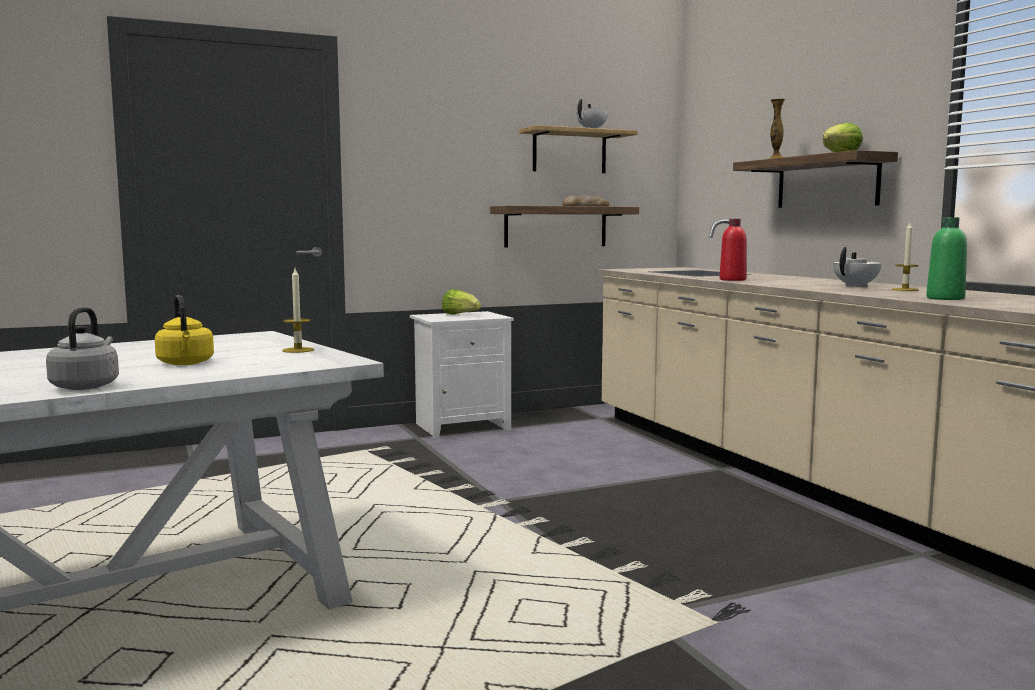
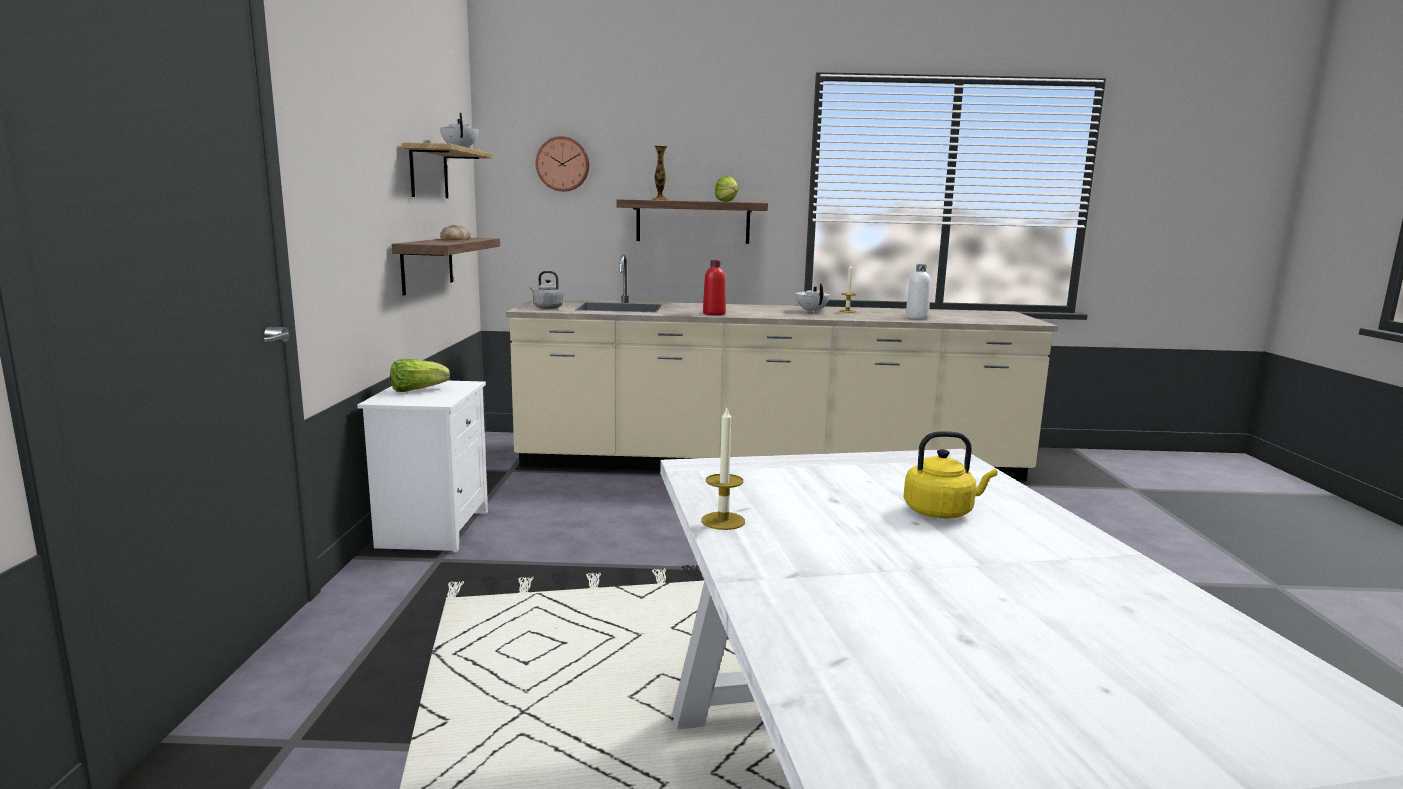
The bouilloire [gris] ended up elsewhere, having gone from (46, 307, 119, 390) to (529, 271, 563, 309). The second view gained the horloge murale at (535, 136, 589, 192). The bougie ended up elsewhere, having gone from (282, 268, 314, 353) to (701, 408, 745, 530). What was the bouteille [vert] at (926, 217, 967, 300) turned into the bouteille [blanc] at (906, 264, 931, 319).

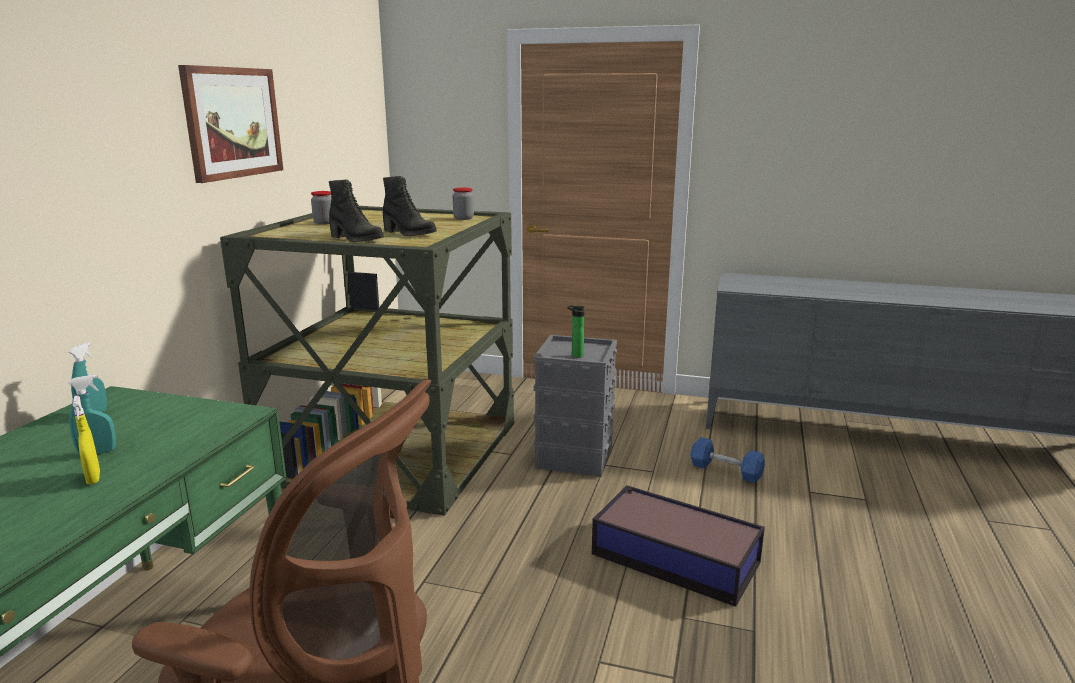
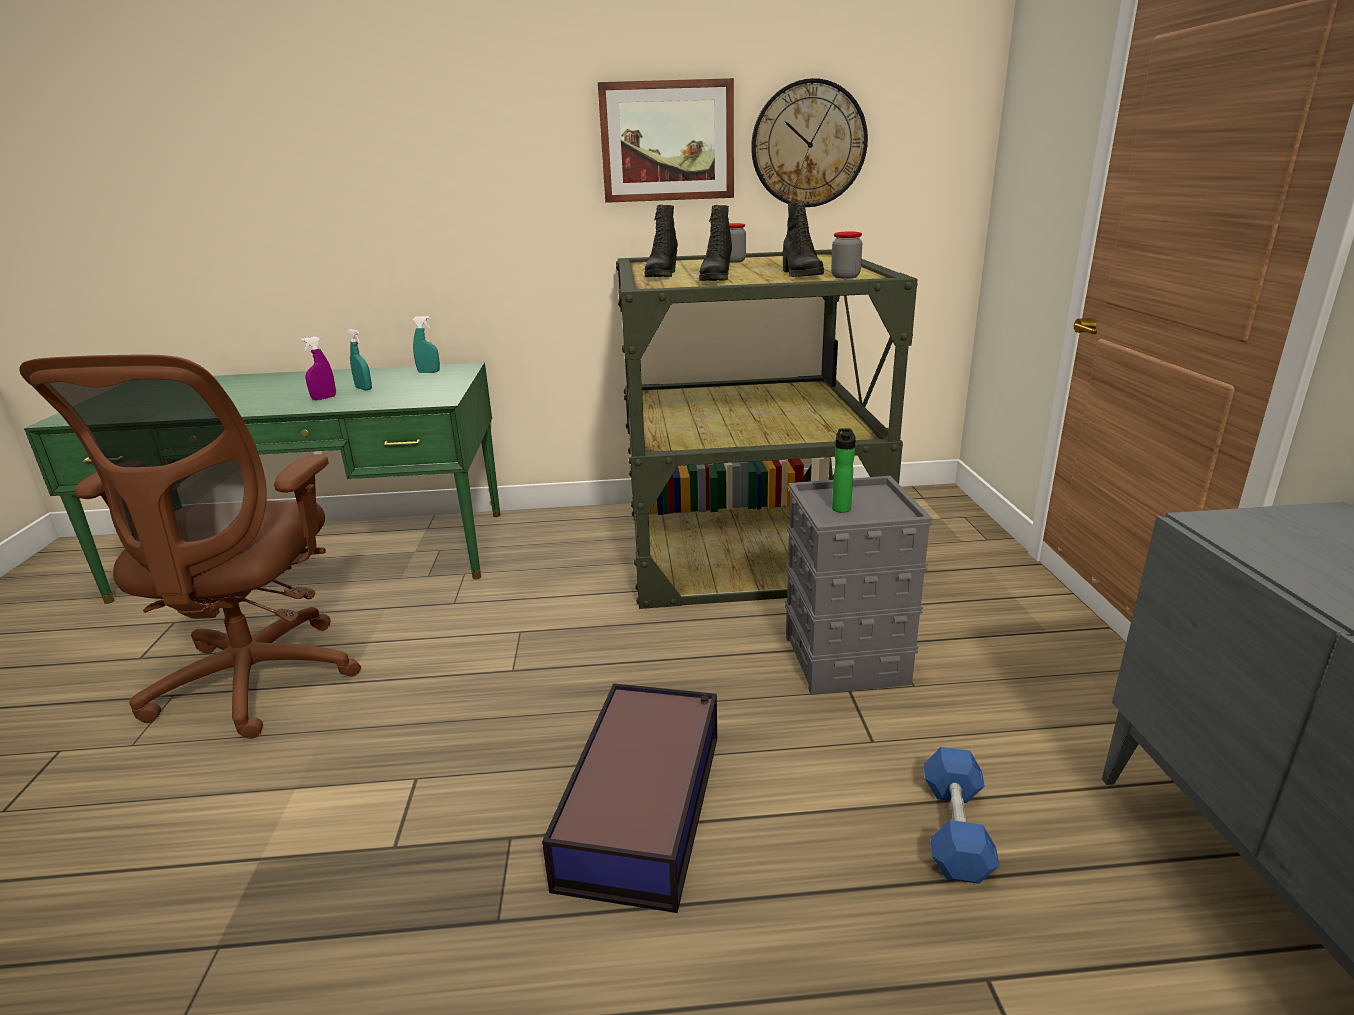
What was the vaporisateur [jaune] at (72, 395, 100, 484) turned into the vaporisateur [violet] at (300, 336, 336, 400). The second view gained the horloge murale at (751, 78, 868, 207). The second view gained the botte [noir] at (783, 201, 824, 277).

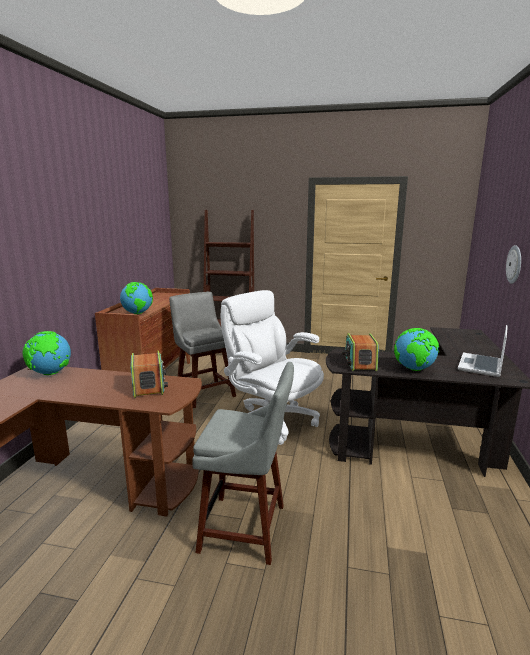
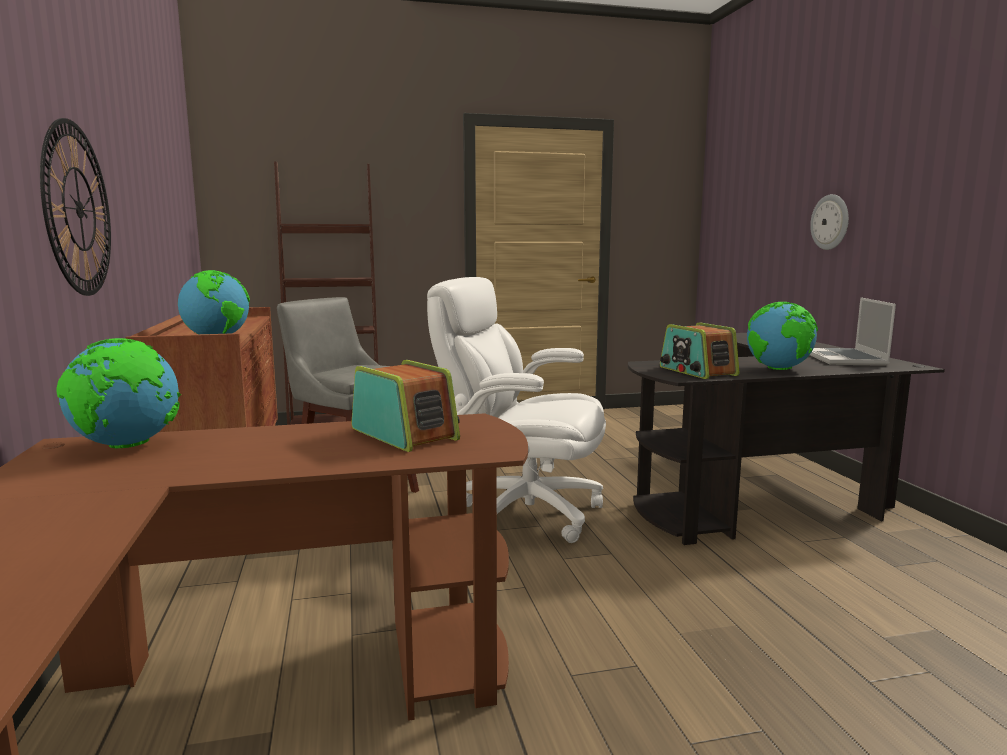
The second view gained the horloge murale at (40, 118, 111, 296). The second view lost the chaise [gris] at (192, 362, 294, 565).

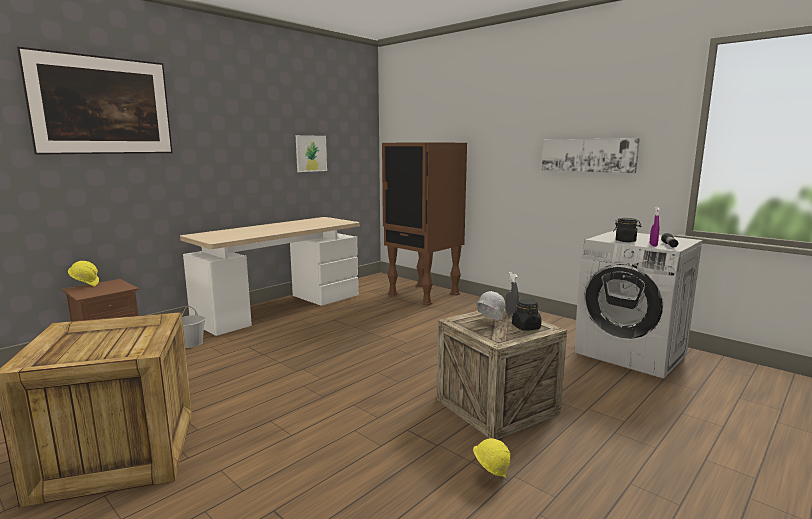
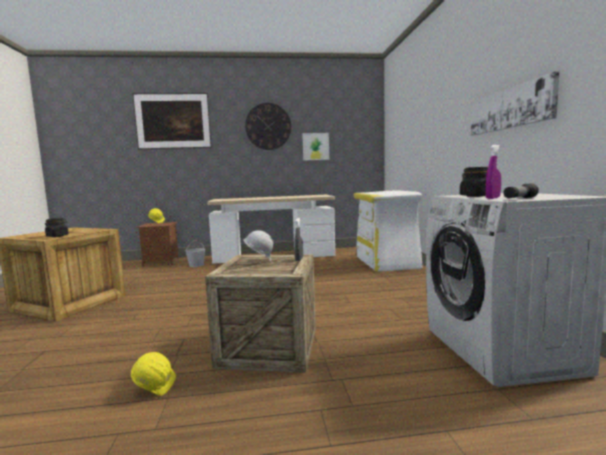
The bocal [noir] ended up elsewhere, having gone from (512, 299, 541, 331) to (45, 218, 69, 237). The second view gained the horloge murale at (245, 103, 291, 150). Where the meuble de rangement [marron] stood at (382, 142, 467, 305), the table de chevet [blanc] came to stand at (353, 190, 422, 272).

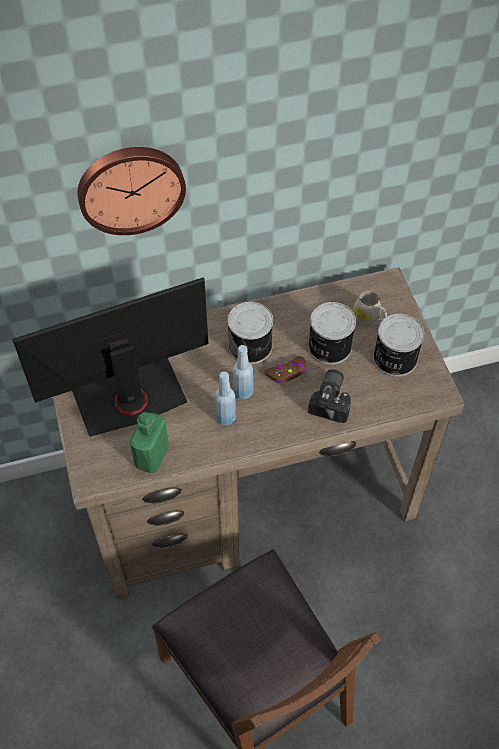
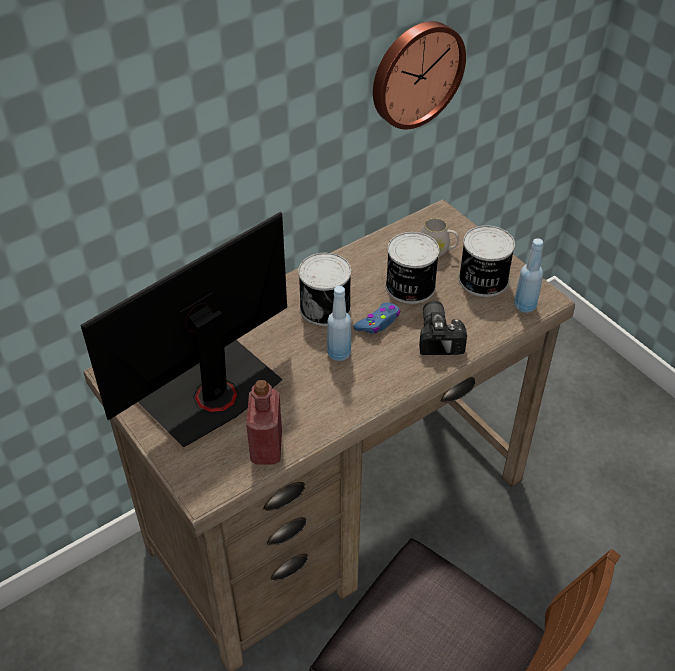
What was the bouteille [vert] at (129, 412, 169, 473) turned into the bouteille [rouge] at (246, 380, 282, 465). What was the manette [marron] at (264, 356, 307, 383) turned into the manette [bleu] at (353, 302, 400, 334). The horloge murale ended up elsewhere, having gone from (77, 147, 186, 235) to (373, 21, 466, 129). The bouteille [bleu] ended up elsewhere, having gone from (215, 371, 236, 425) to (514, 238, 543, 313).

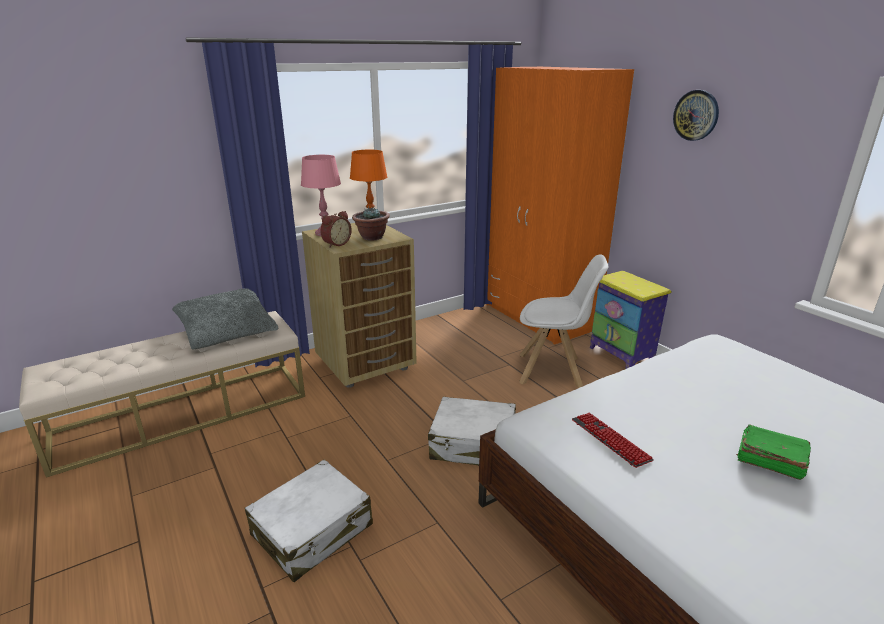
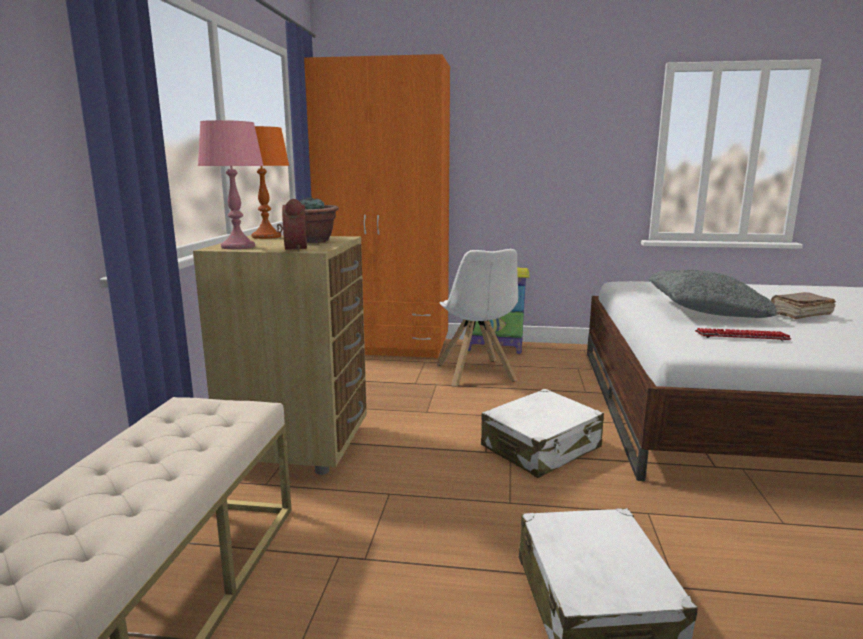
The chaise [blanc] at (519, 254, 609, 388) ended up facing another way, 120 degrees clockwise from before. The coussin [gris] ended up elsewhere, having gone from (172, 289, 279, 350) to (648, 270, 777, 318). What was the livre [vert] at (736, 425, 811, 480) turned into the livre [marron] at (771, 292, 836, 319). The second view lost the horloge murale at (673, 90, 719, 141).

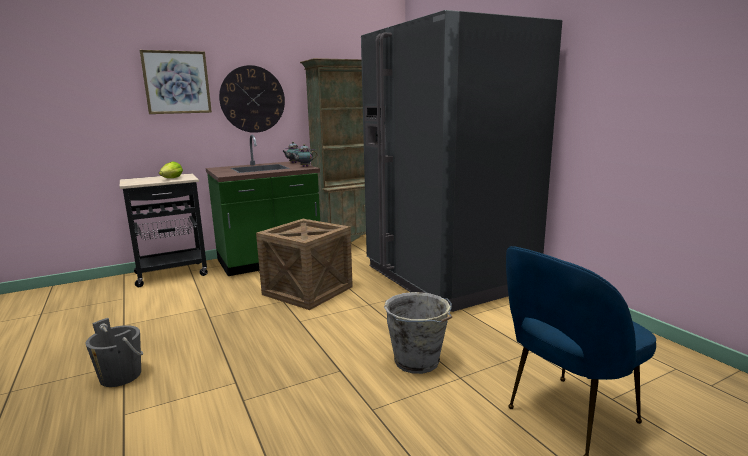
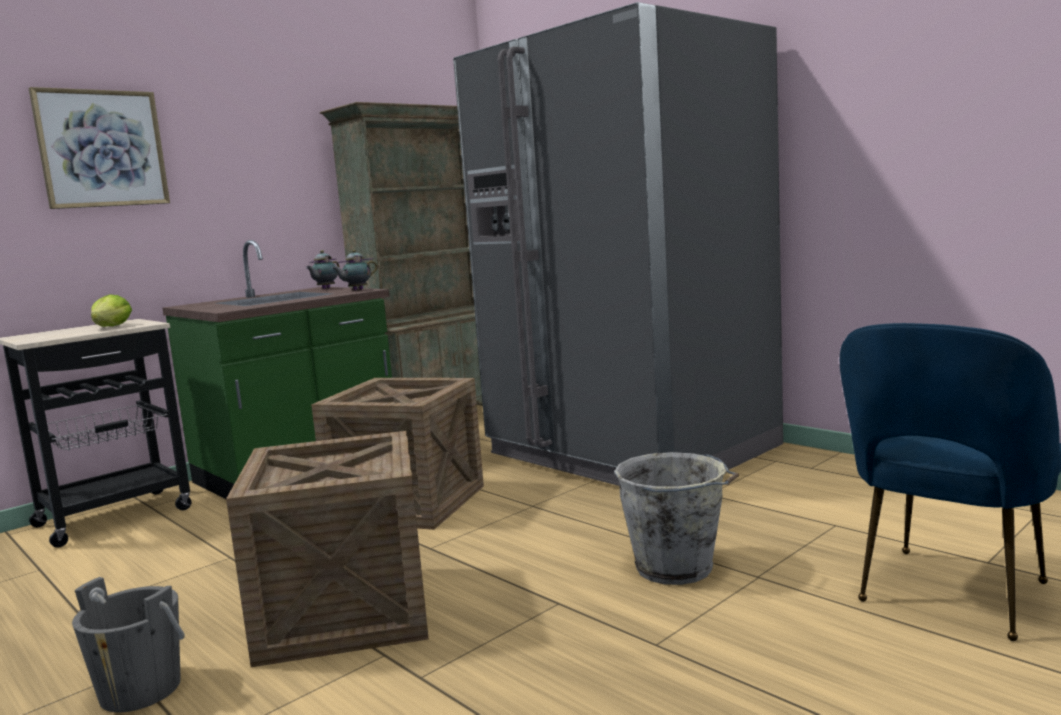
The second view gained the caisse at (226, 431, 429, 667). The second view lost the horloge murale at (219, 65, 285, 133).

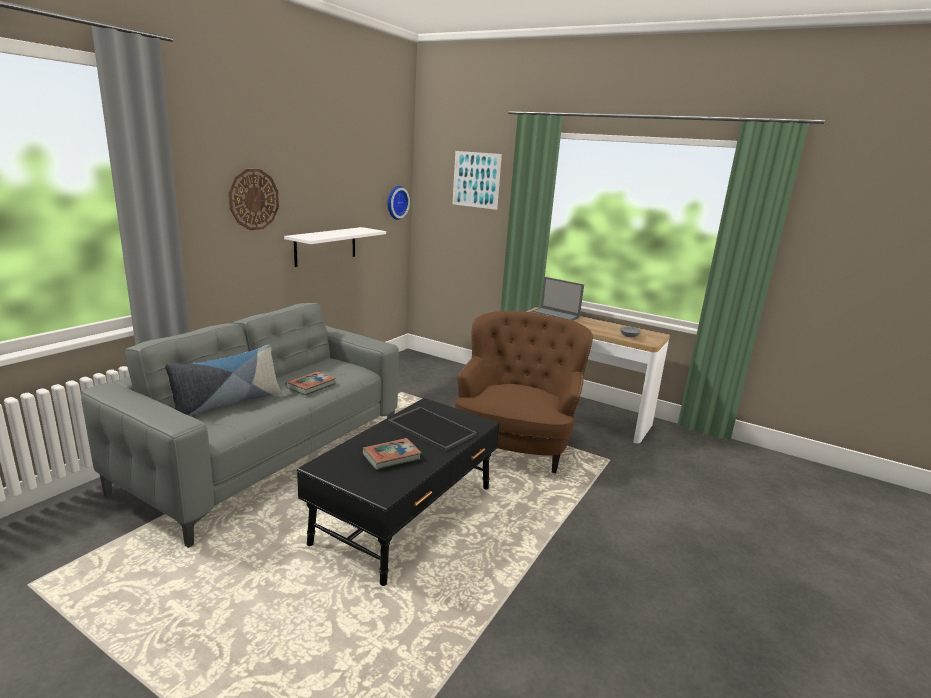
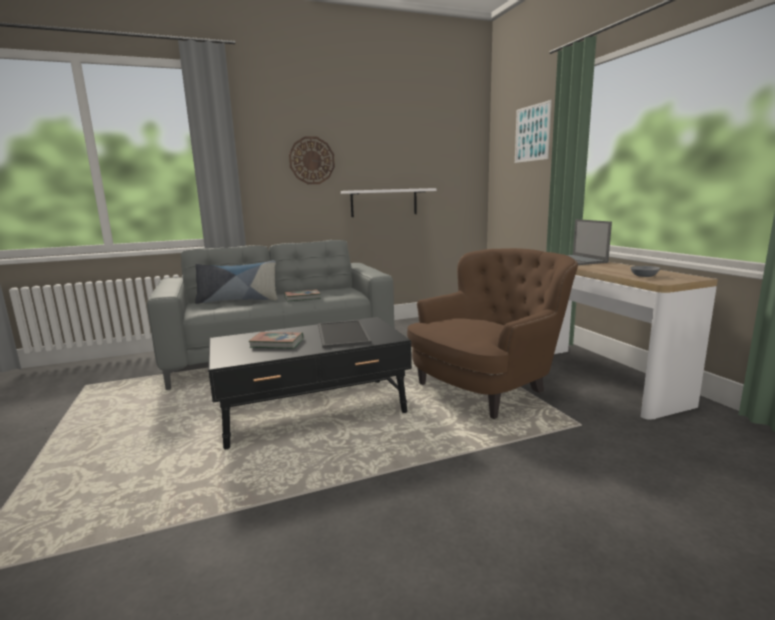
The second view lost the horloge murale at (387, 186, 410, 220).

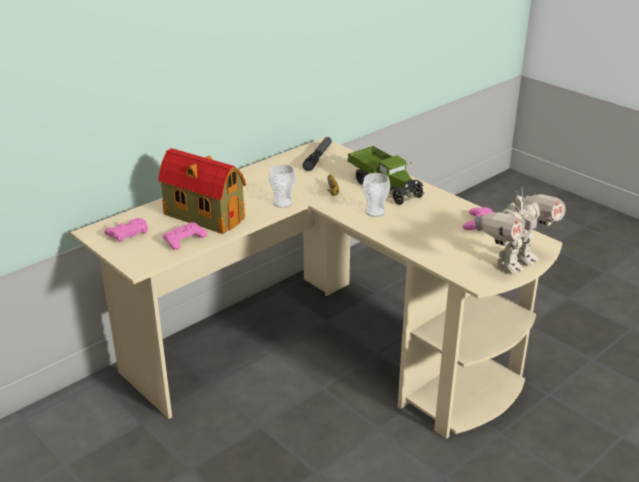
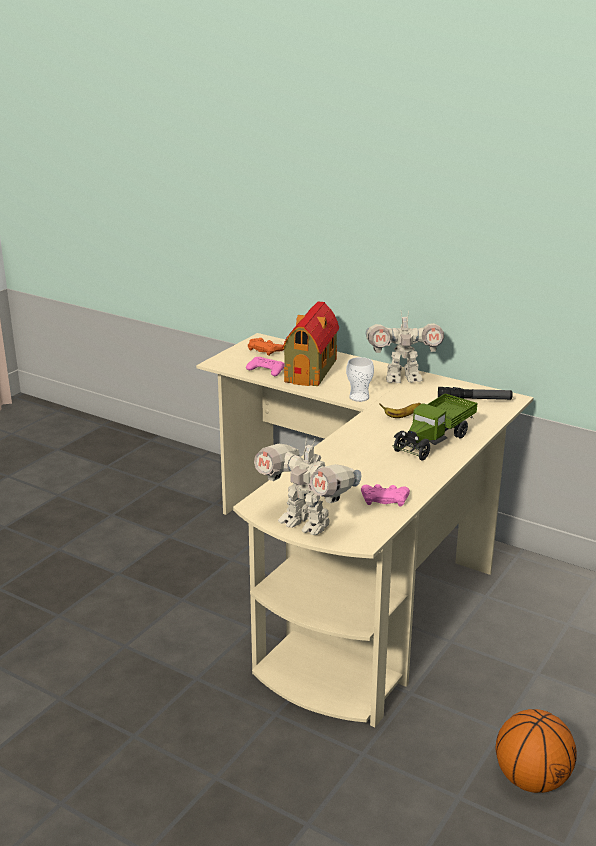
What was the manette [rose] at (104, 218, 148, 242) turned into the manette [orange] at (248, 338, 284, 356). The second view gained the robot jouet at (365, 310, 444, 383). The second view gained the ballon de basket at (496, 709, 577, 793). The second view lost the tasse at (363, 173, 390, 217).

